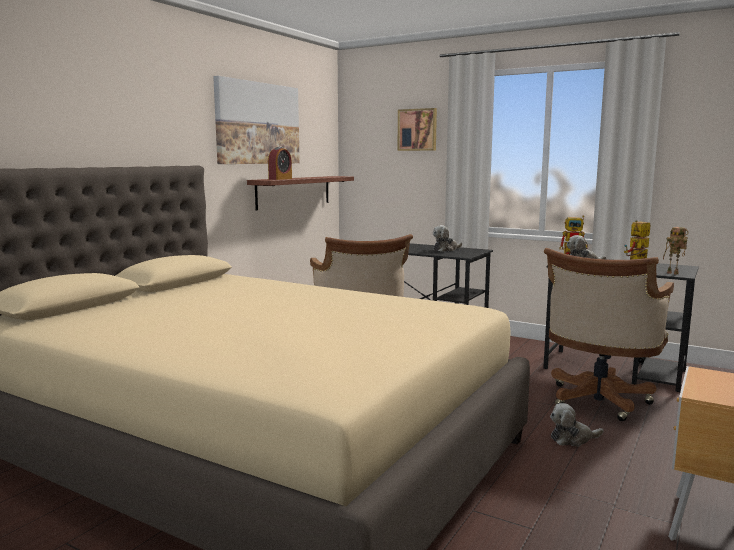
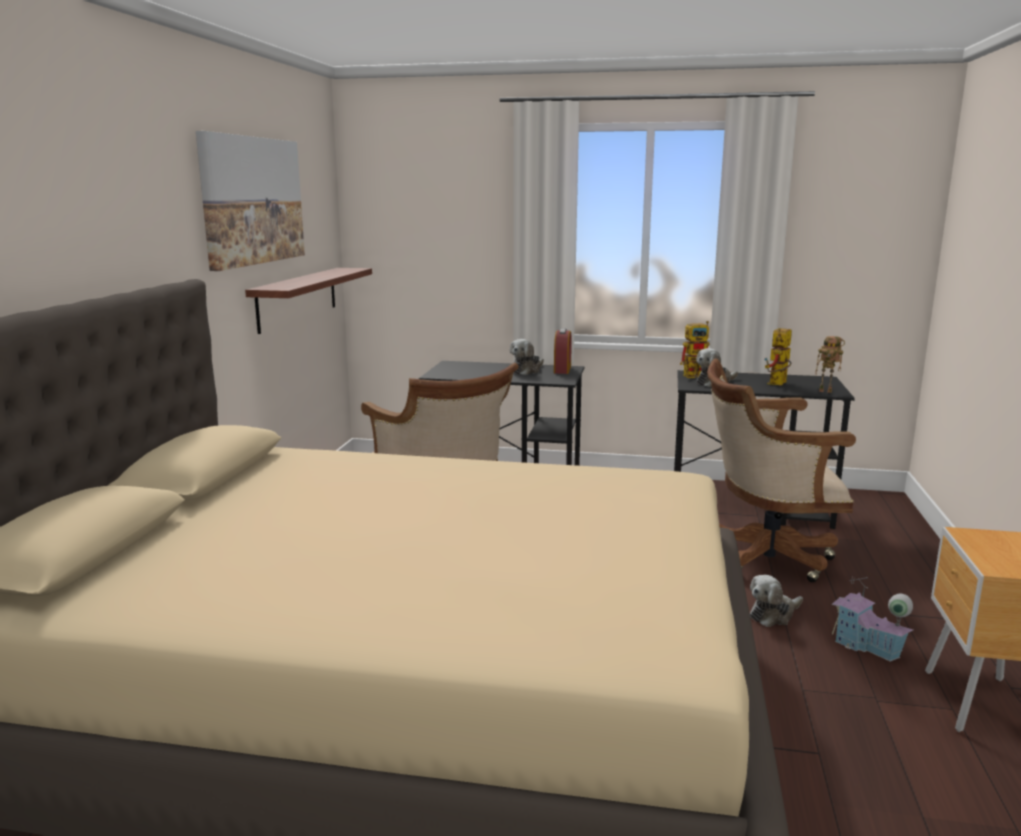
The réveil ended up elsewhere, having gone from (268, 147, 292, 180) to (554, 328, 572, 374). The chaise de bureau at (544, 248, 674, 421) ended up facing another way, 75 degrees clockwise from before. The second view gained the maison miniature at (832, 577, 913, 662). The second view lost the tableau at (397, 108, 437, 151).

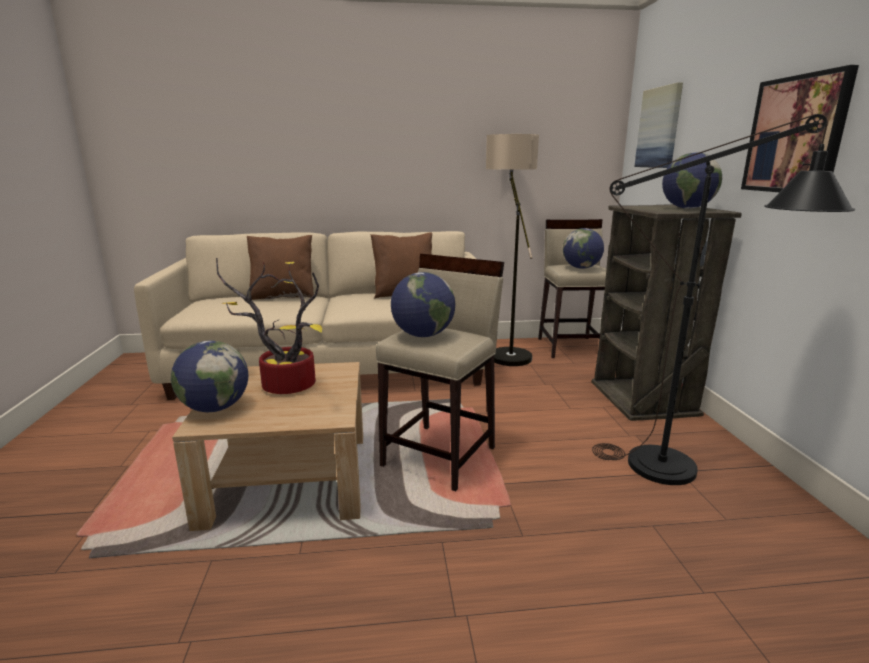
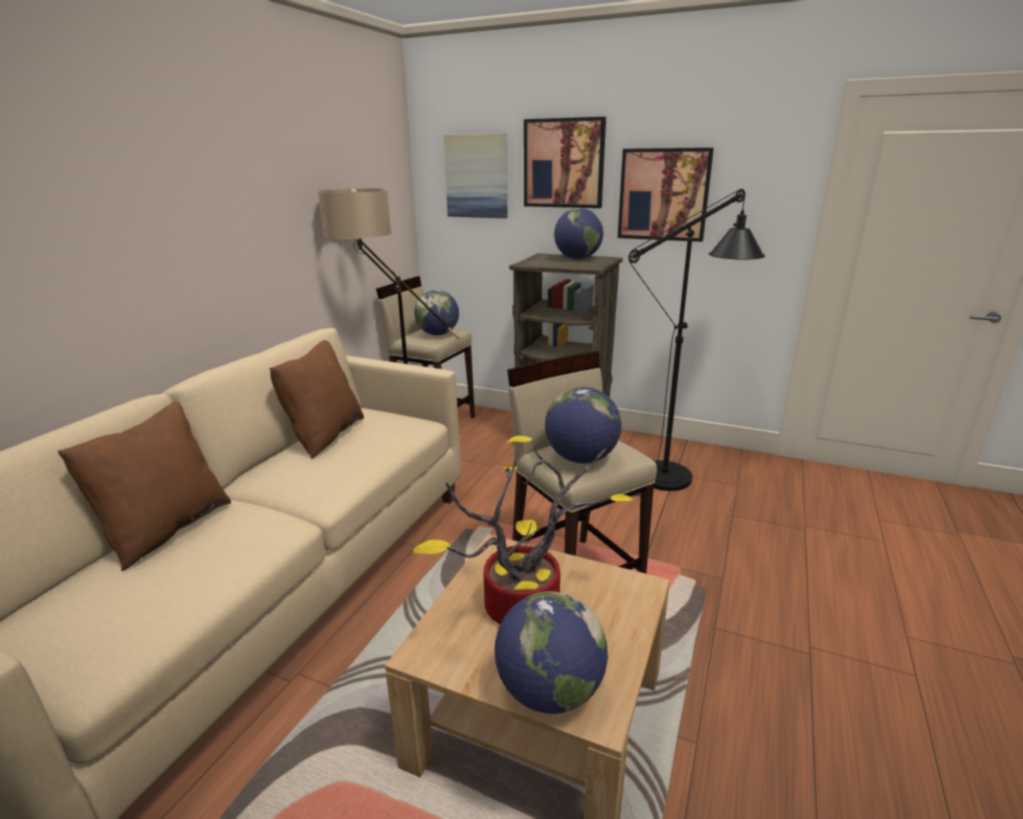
The second view gained the tableau at (524, 117, 606, 208).

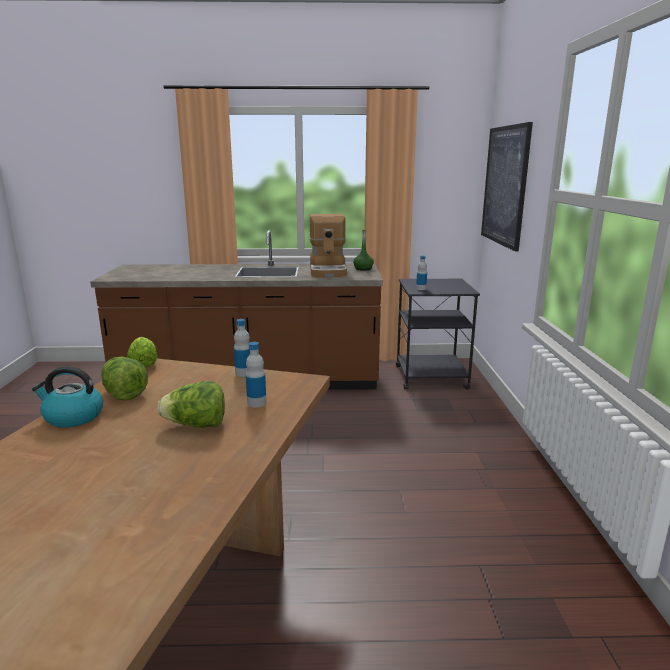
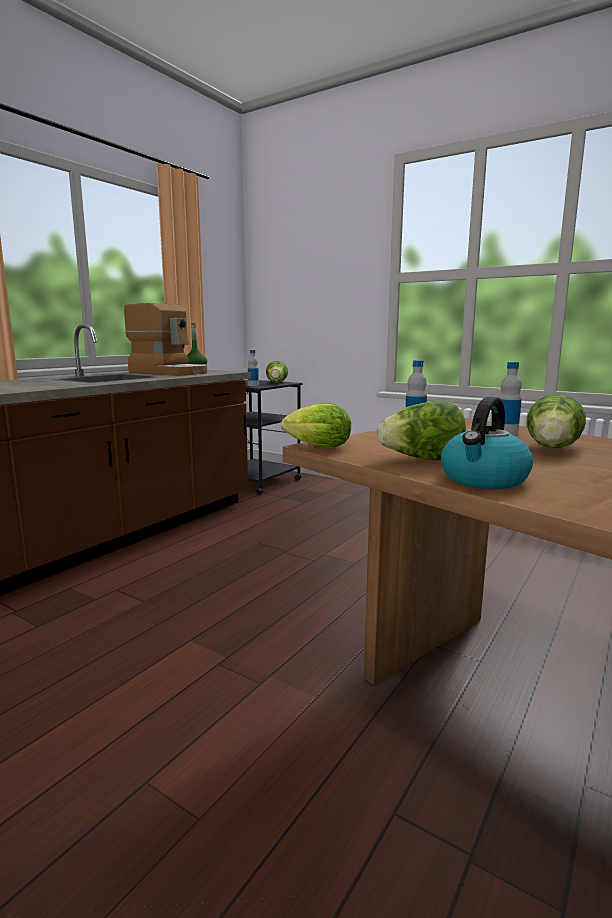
The second view gained the laitue at (266, 361, 288, 383). The second view lost the tableau at (481, 122, 533, 252).

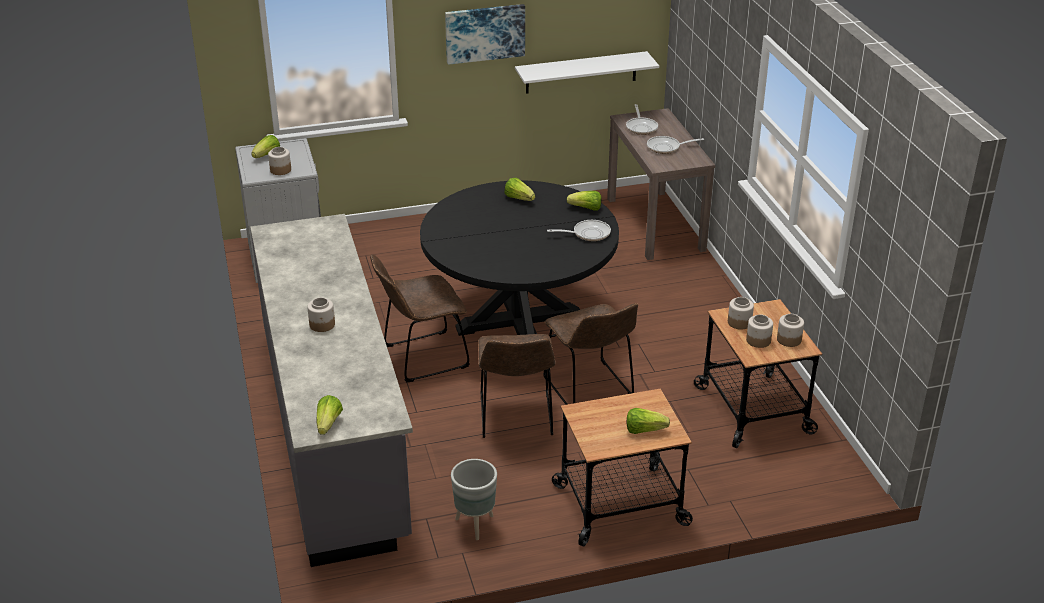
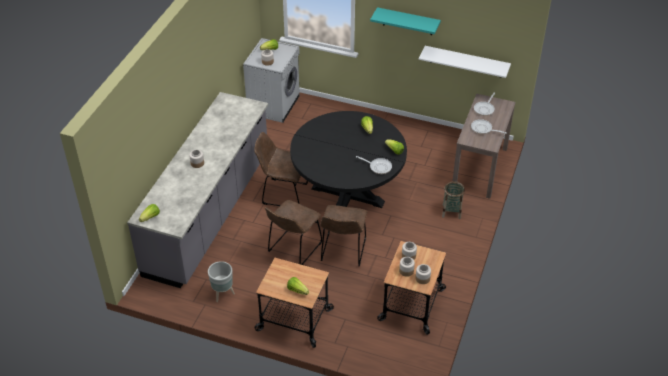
Where the tableau hung at (445, 4, 525, 65), the étagère [turquoise] came to hang at (370, 7, 441, 35). The second view gained the panier at (442, 181, 465, 219).

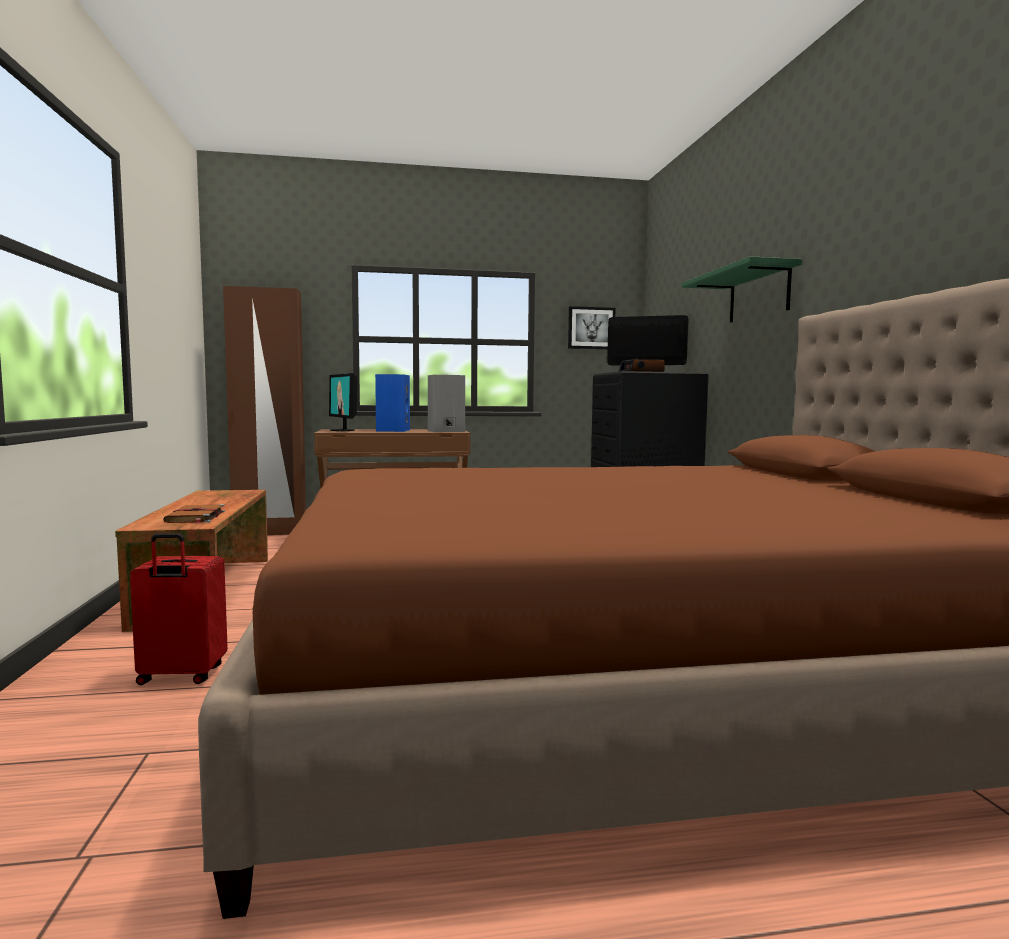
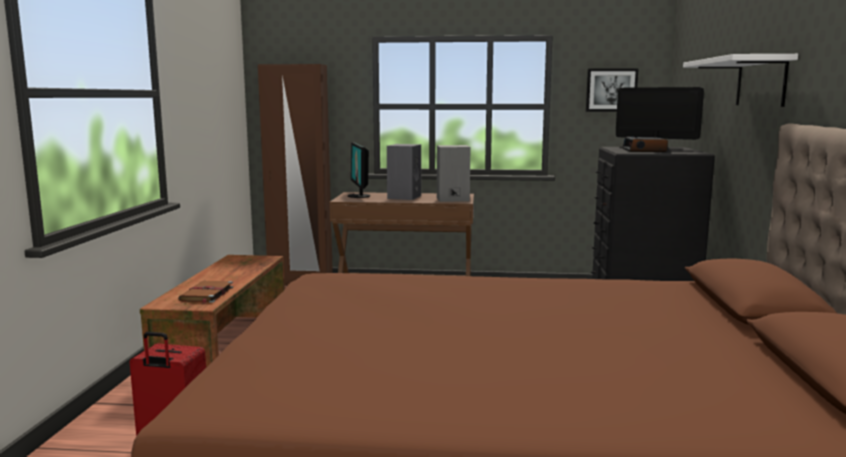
What was the enceinte [bleu] at (375, 374, 410, 432) turned into the enceinte [gris] at (387, 144, 421, 200). What was the étagère [vert] at (681, 256, 803, 323) turned into the étagère [blanc] at (683, 54, 798, 107).

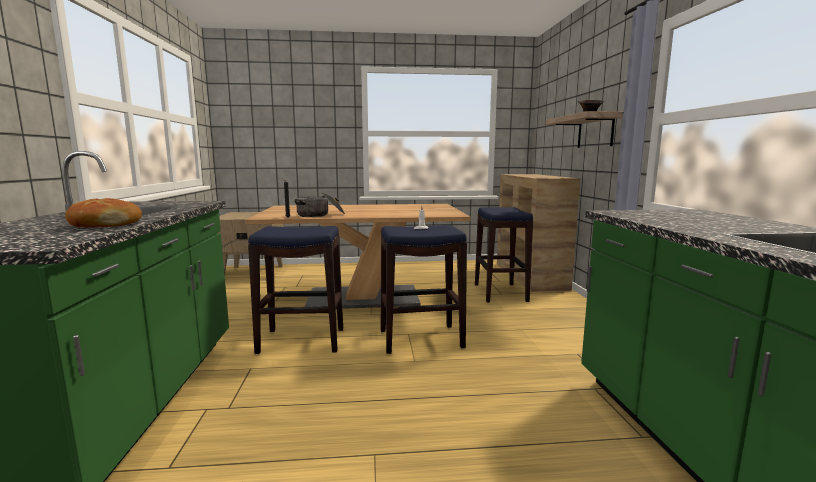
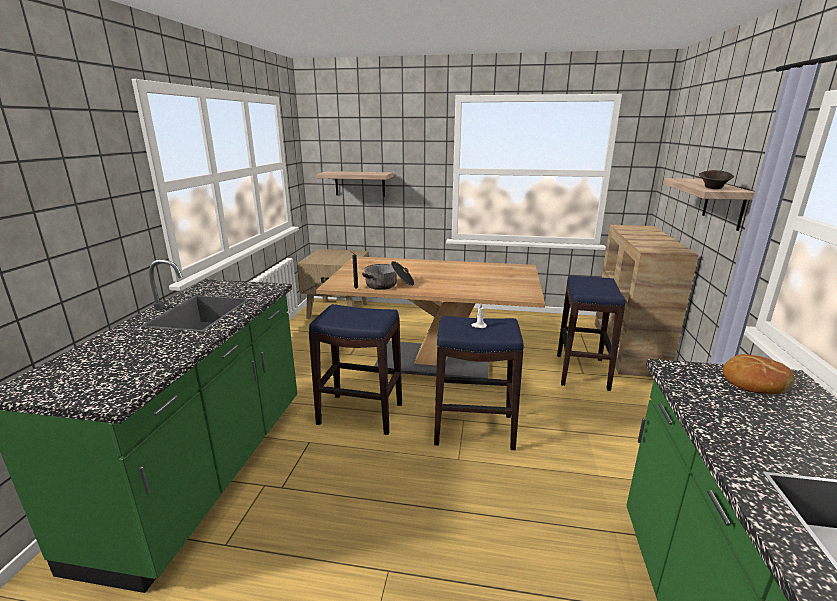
The second view gained the étagère at (317, 171, 393, 197). The pain ended up elsewhere, having gone from (65, 198, 142, 227) to (723, 354, 795, 394).

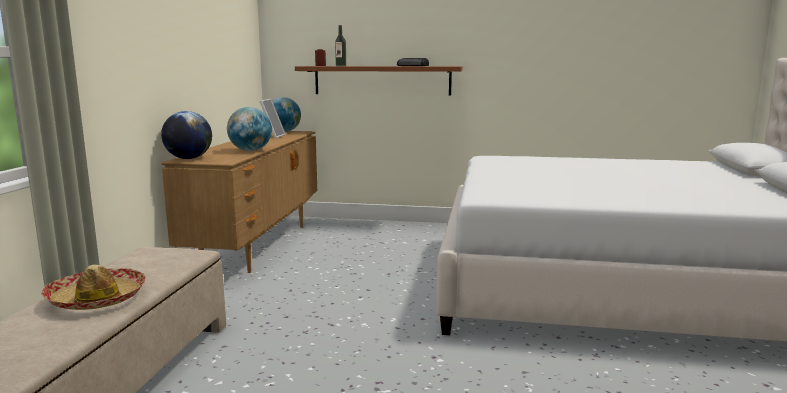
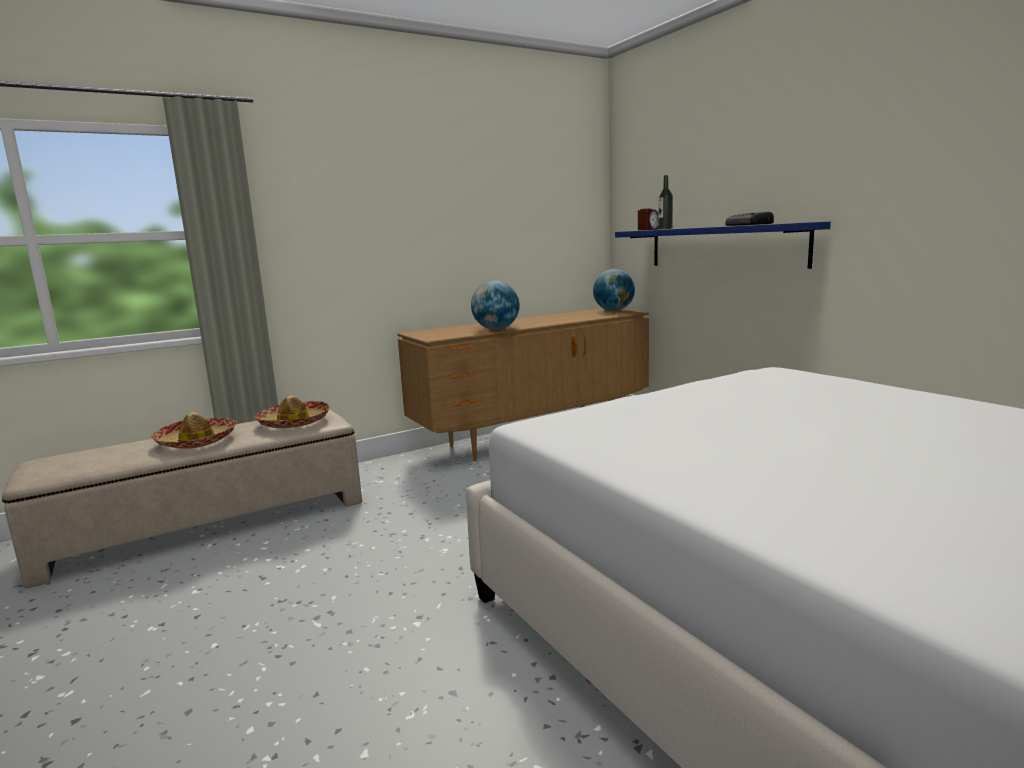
The second view gained the chapeau at (255, 395, 330, 428). What was the étagère [marron] at (295, 66, 463, 95) turned into the étagère [bleu] at (615, 222, 831, 269). The second view lost the globe at (161, 111, 212, 159). The second view lost the cadre photo at (260, 99, 285, 138).

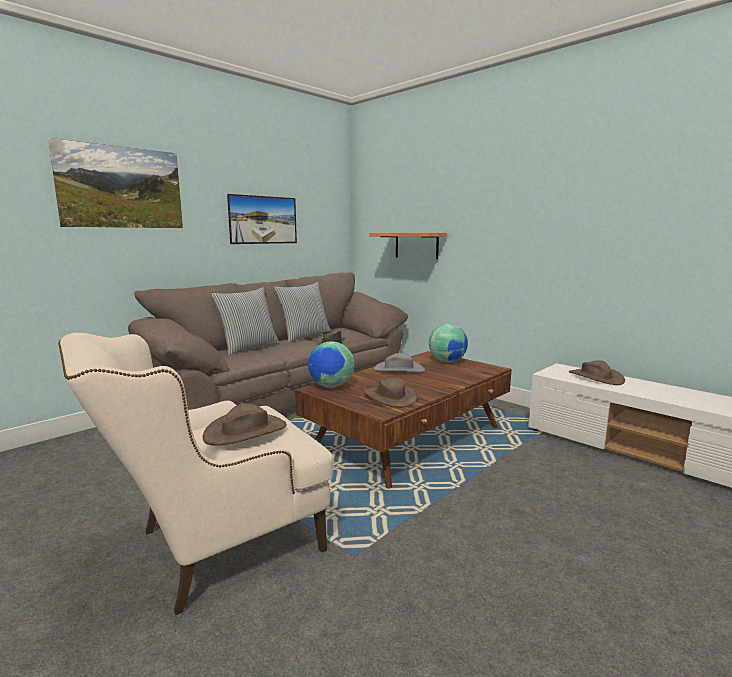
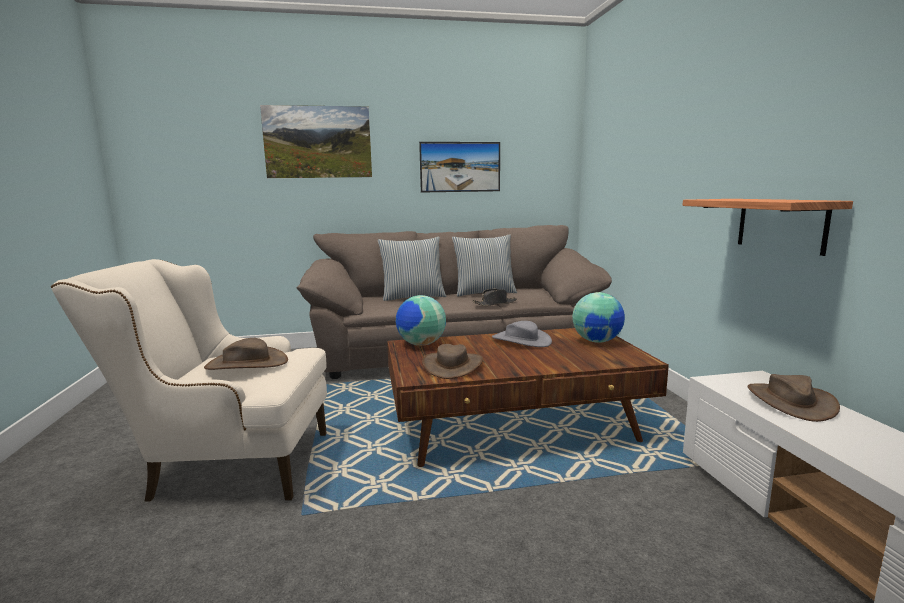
The étagère ended up elsewhere, having gone from (369, 233, 447, 259) to (682, 199, 853, 256).

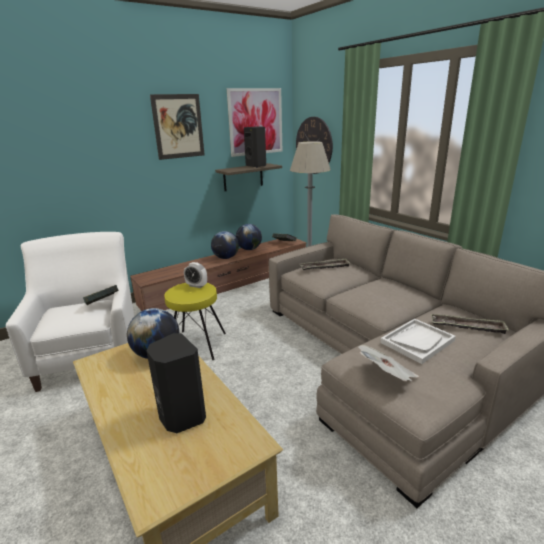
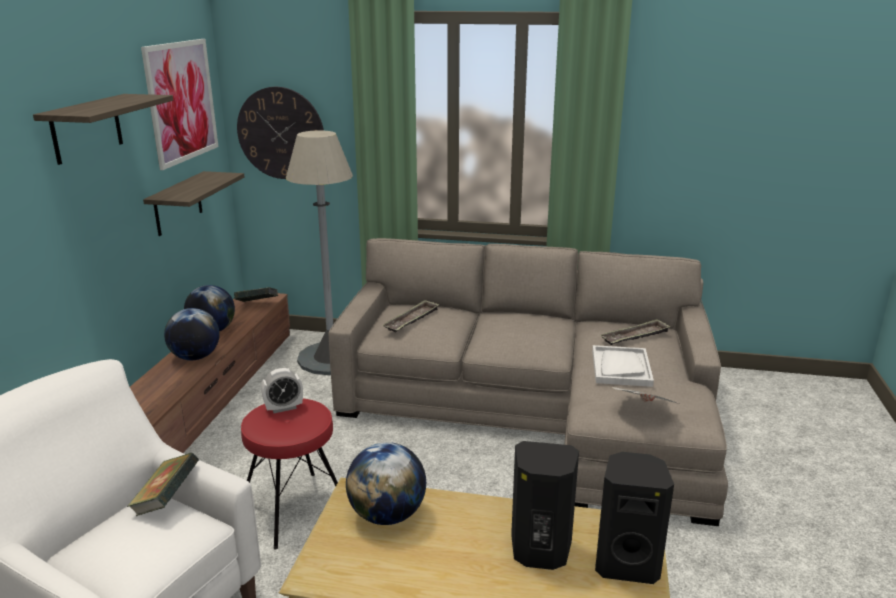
Where the tableau hung at (150, 94, 205, 160), the étagère came to hang at (33, 94, 173, 165). What was the tabouret [jaune] at (164, 283, 226, 360) turned into the tabouret [rouge] at (241, 399, 338, 550). The enceinte [noir] ended up elsewhere, having gone from (244, 127, 266, 168) to (595, 452, 674, 584).

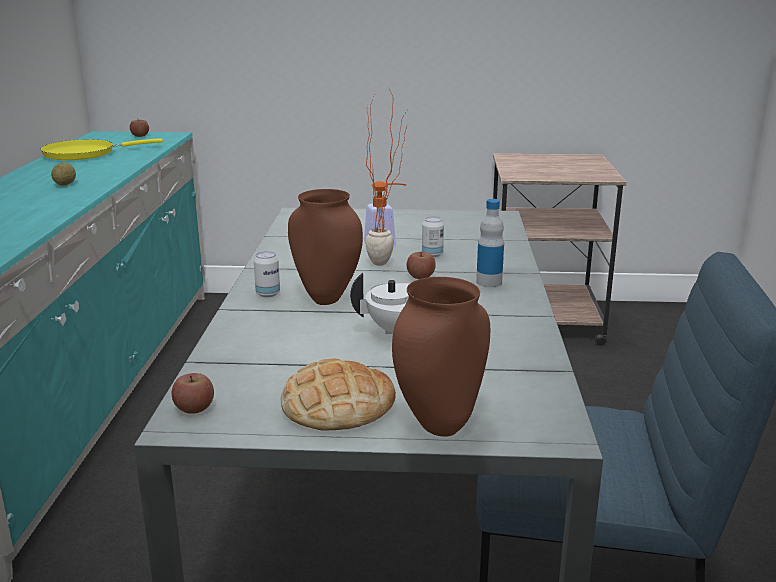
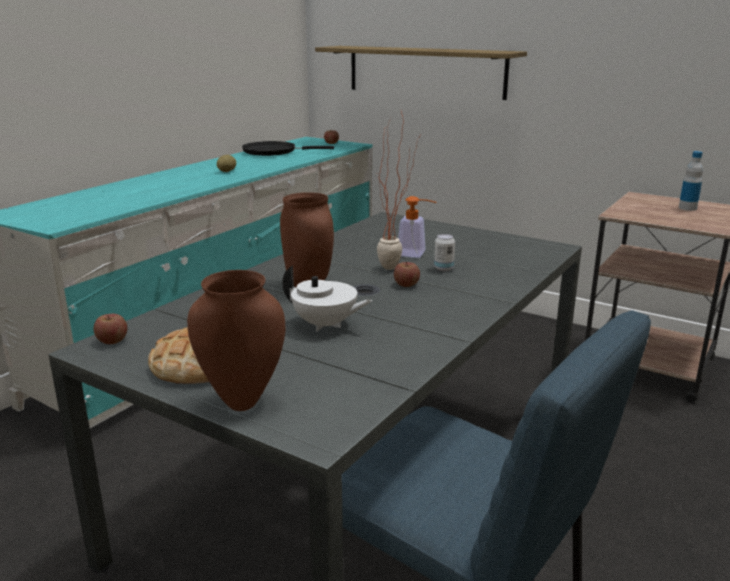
What was the poêle [jaune] at (40, 138, 163, 160) turned into the poêle [noir] at (242, 141, 334, 156). The second view gained the étagère at (315, 46, 527, 100). The bouteille ended up elsewhere, having gone from (476, 199, 504, 287) to (679, 151, 703, 211). The second view lost the boîte métallique at (254, 251, 280, 297).

